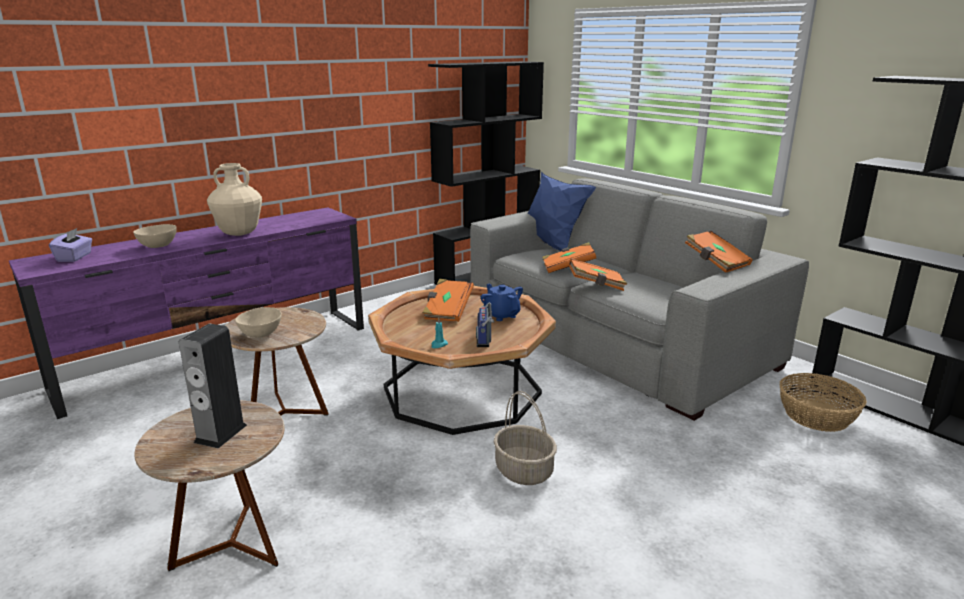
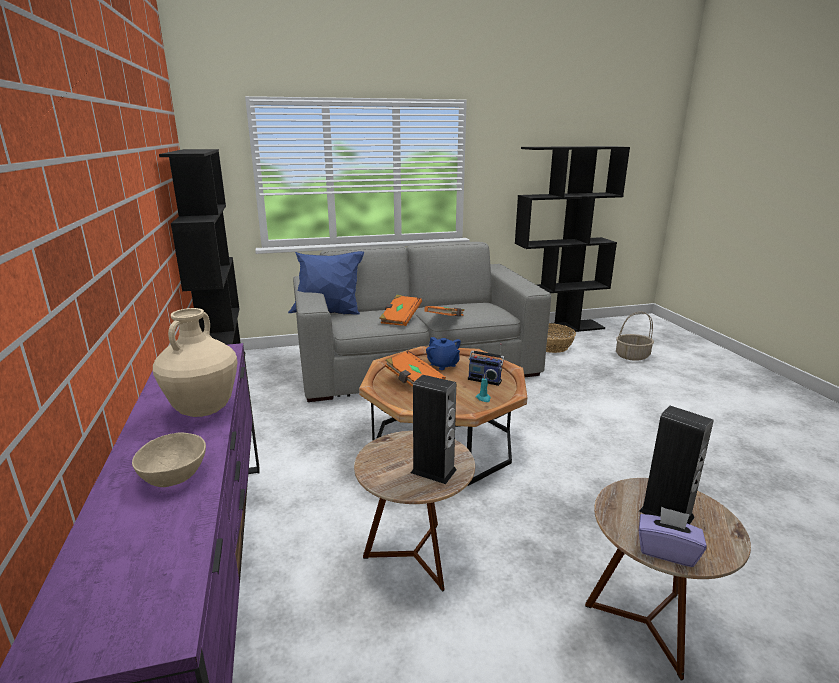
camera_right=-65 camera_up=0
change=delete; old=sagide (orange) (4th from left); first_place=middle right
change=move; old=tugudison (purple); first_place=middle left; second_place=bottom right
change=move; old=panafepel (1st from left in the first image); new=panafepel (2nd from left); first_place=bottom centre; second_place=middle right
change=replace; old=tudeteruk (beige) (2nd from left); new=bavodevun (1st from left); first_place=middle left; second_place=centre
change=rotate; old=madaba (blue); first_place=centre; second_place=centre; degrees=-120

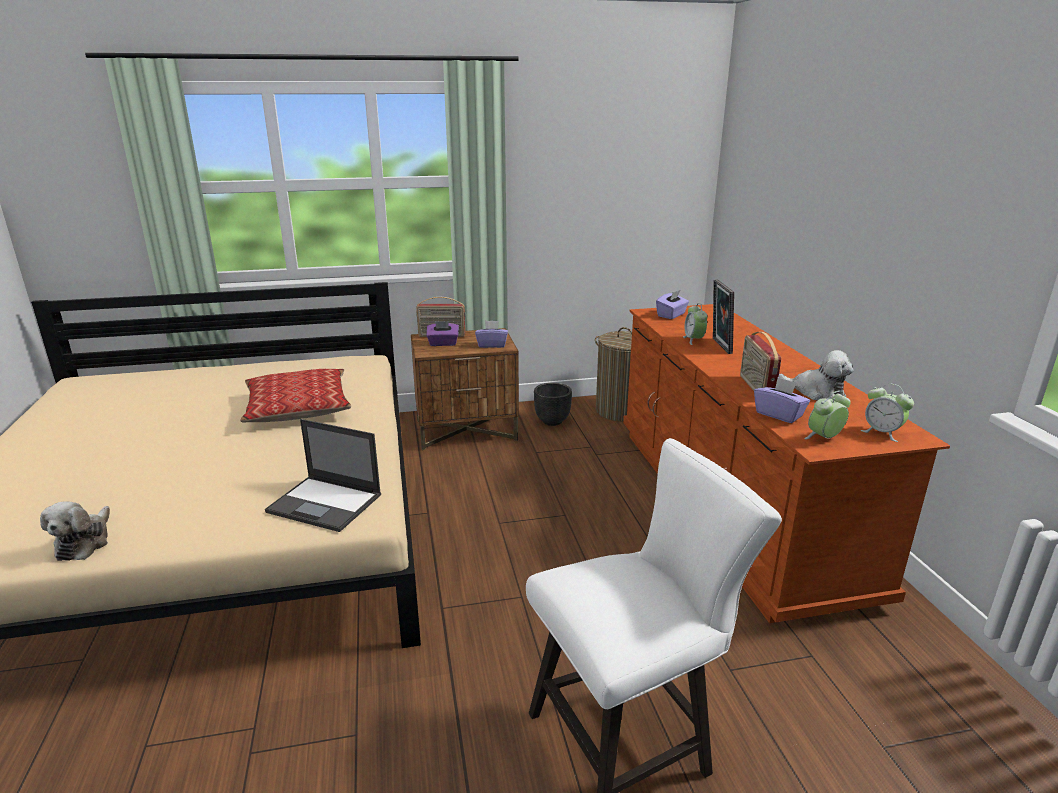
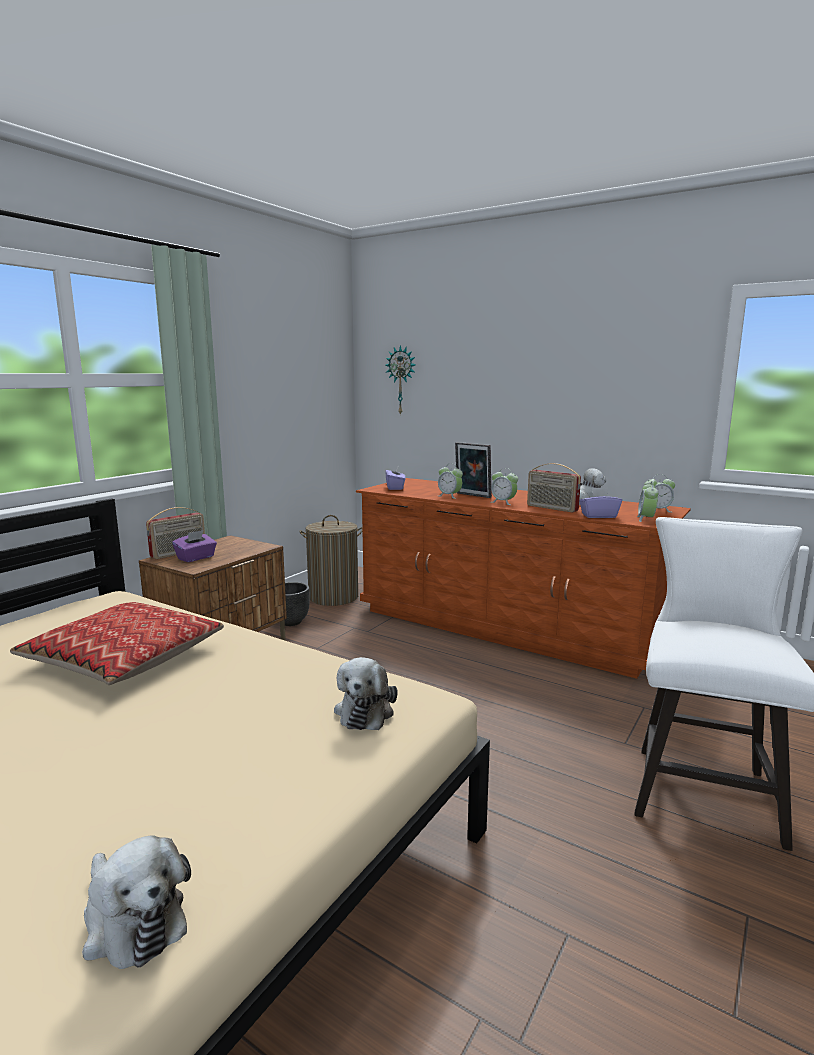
camera_right=-45 camera_up=-10
change=delete; old=tugudison (purple) (2nd from left); first_place=centre
change=insert; new=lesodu; second_place=centre
change=insert; new=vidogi (2nd from left); second_place=centre
change=replace; old=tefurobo; new=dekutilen (2nd from left); first_place=middle left; second_place=centre

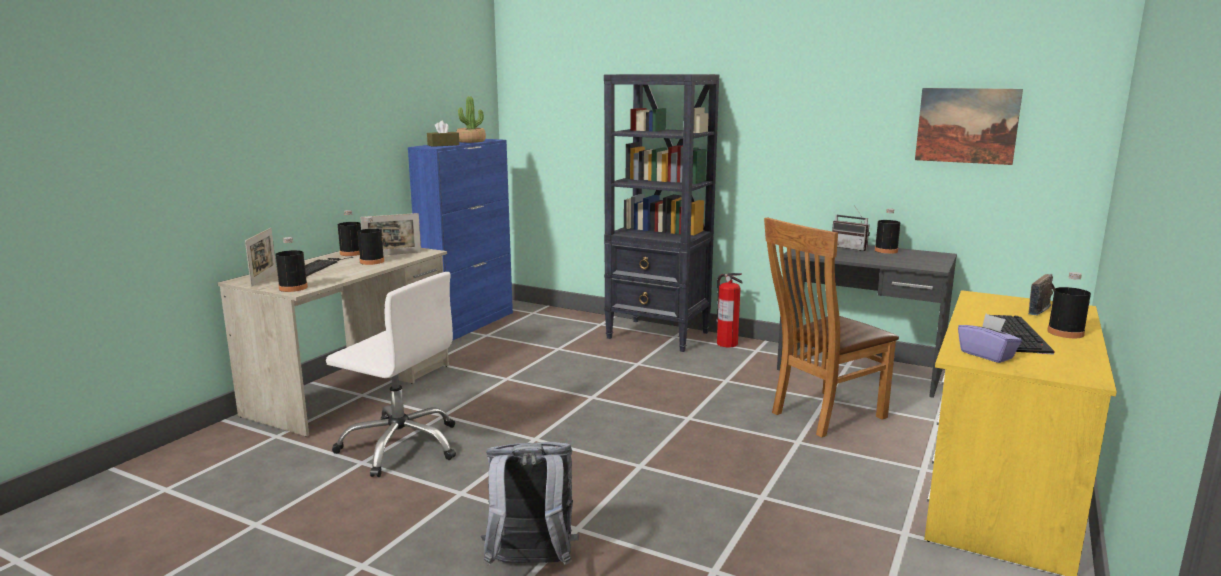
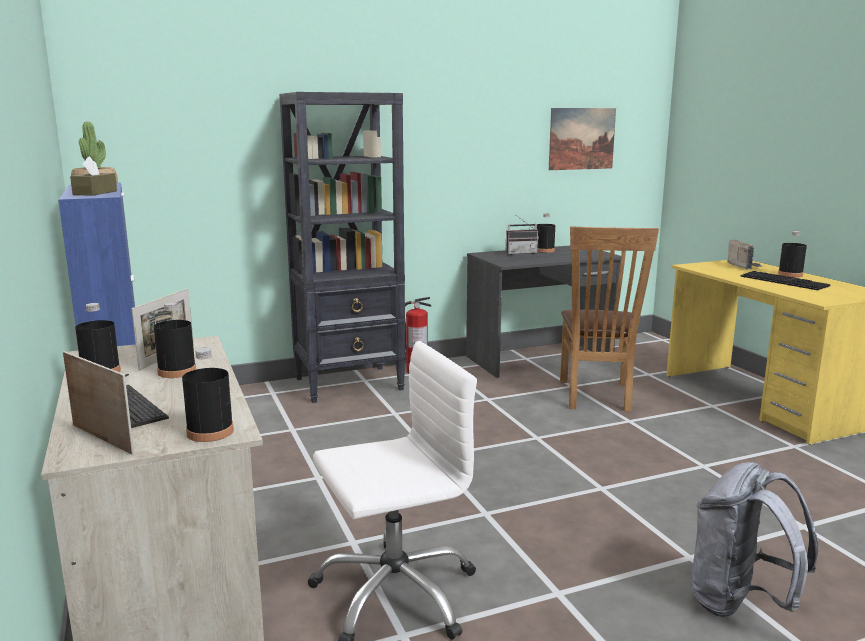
camera_right=-50 camera_up=0
change=delete; old=tugudison (purple); first_place=middle right

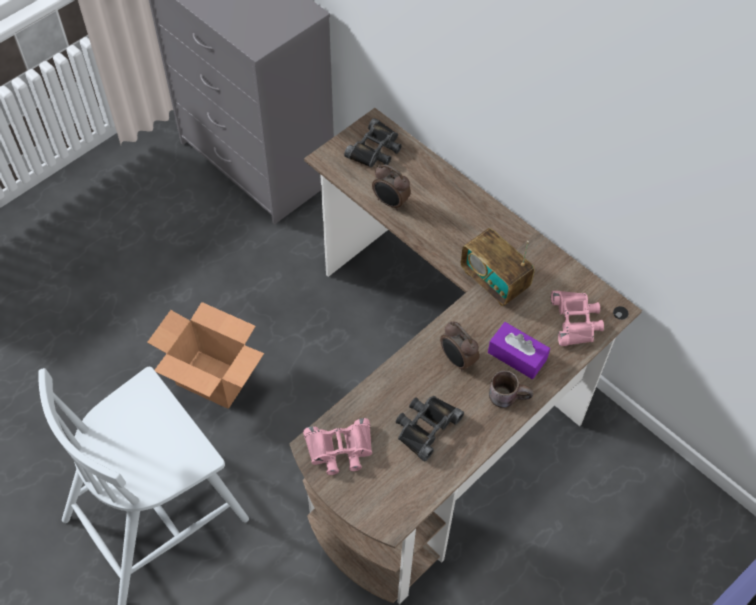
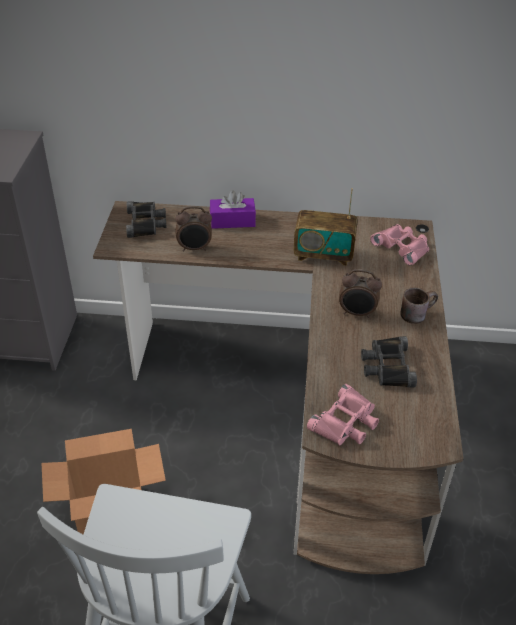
camera_right=-40 camera_up=-15
change=move; old=tugudison (purple); first_place=middle right; second_place=centre

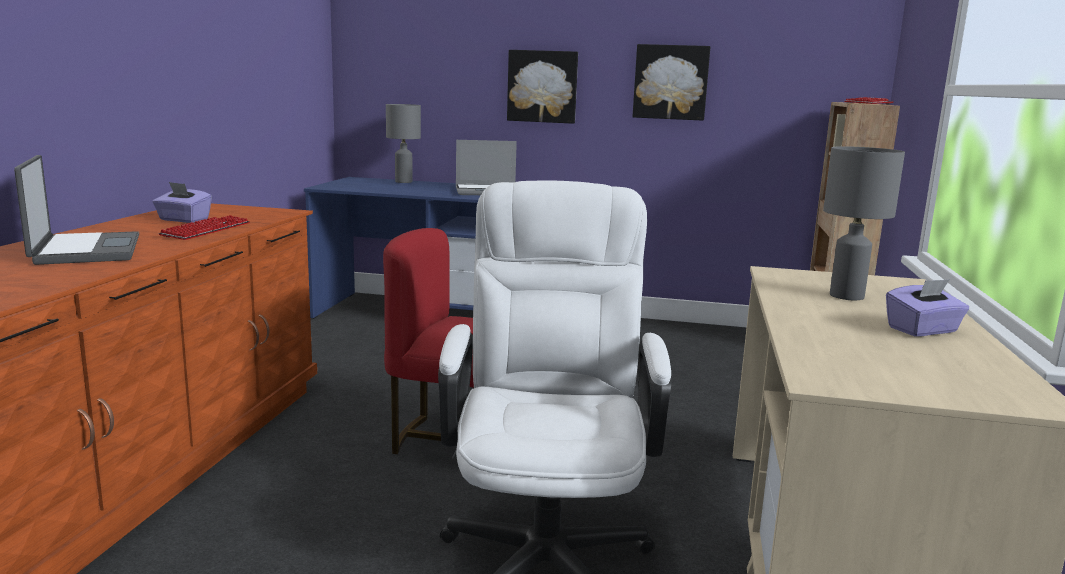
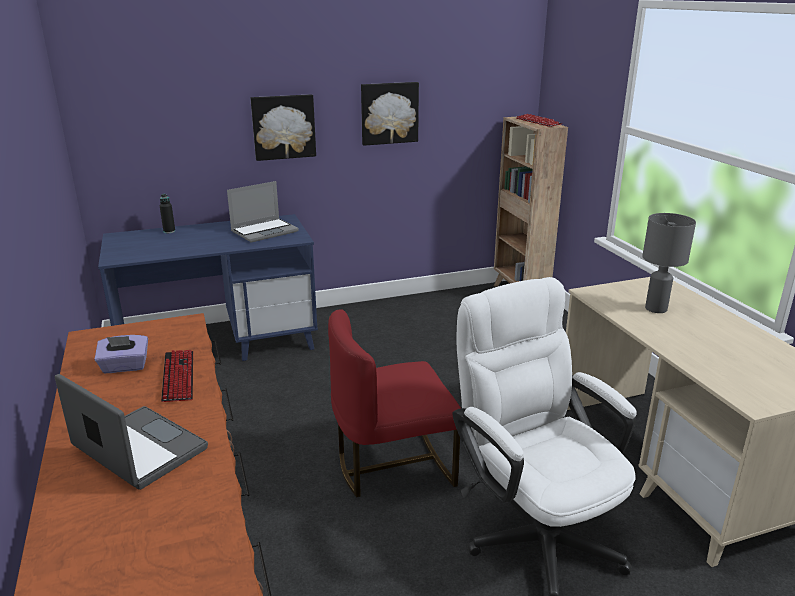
camera_right=-30 camera_up=10
change=delete; old=tugudison (purple) (2nd from left); first_place=middle right
change=replace; old=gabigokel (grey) (1st from left); new=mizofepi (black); first_place=top centre; second_place=middle left

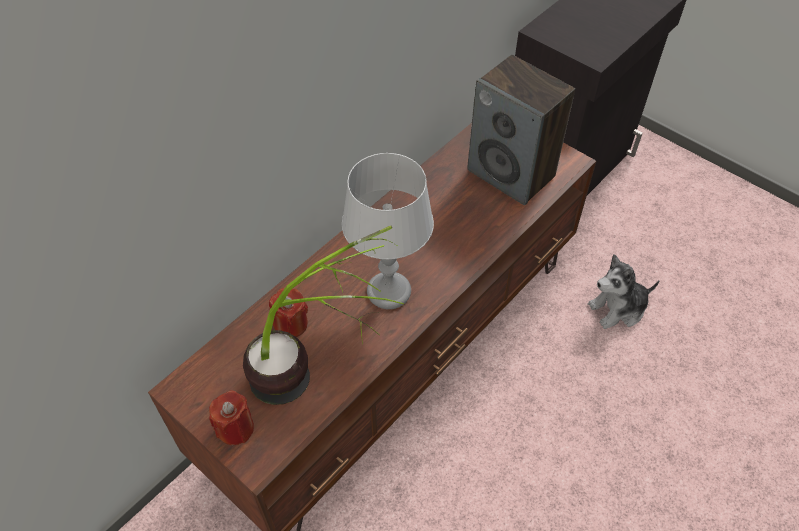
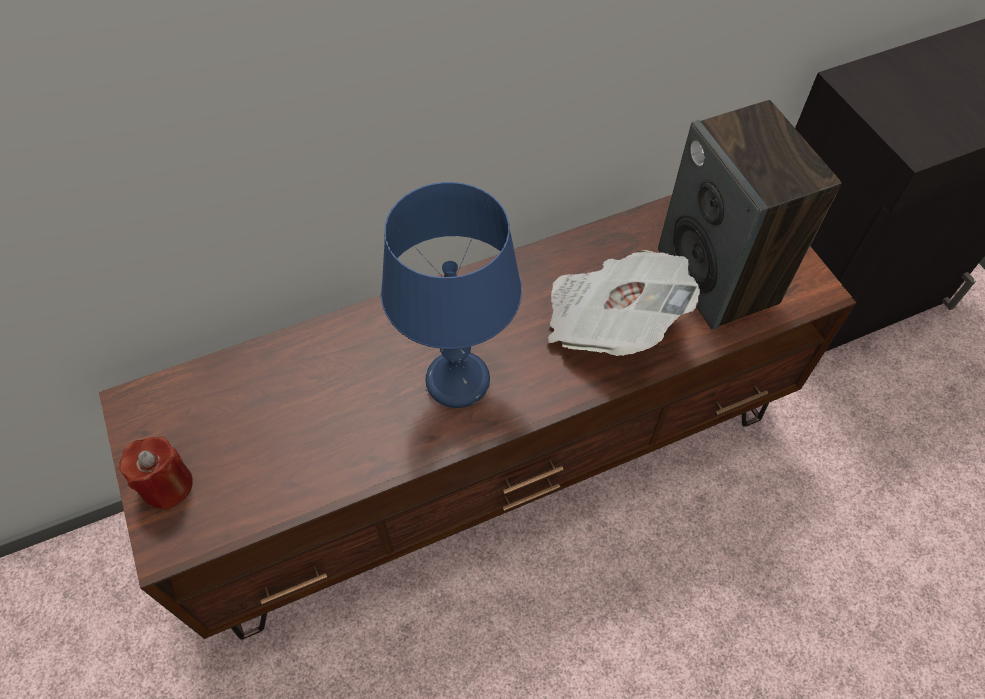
camera_right=25 camera_up=5
change=delete; old=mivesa; first_place=centre
change=delete; old=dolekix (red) (2nd from left); first_place=centre
change=delete; old=dekutilen; first_place=middle right
change=insert; new=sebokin; second_place=centre
change=recolor; old=gabigokel (grey); new=gabigokel (blue); first_place=centre; second_place=centre

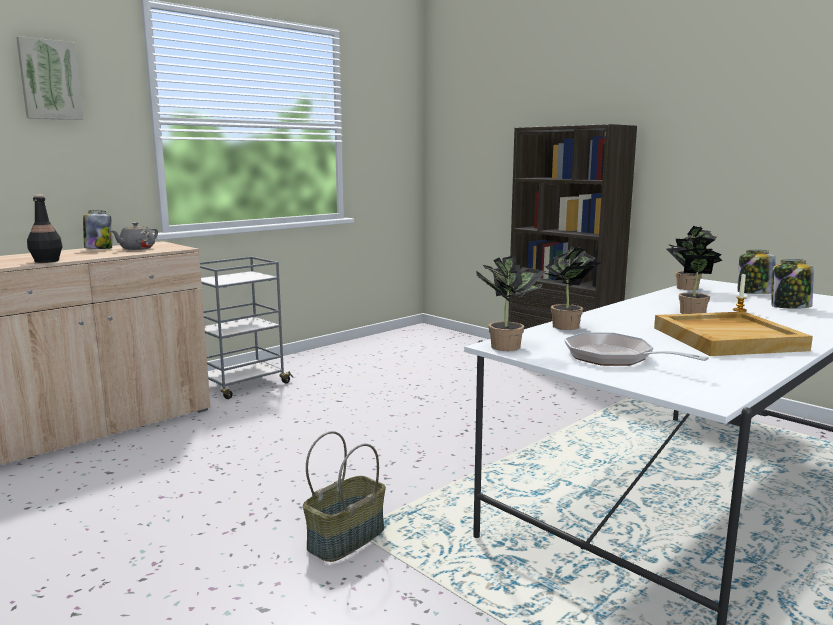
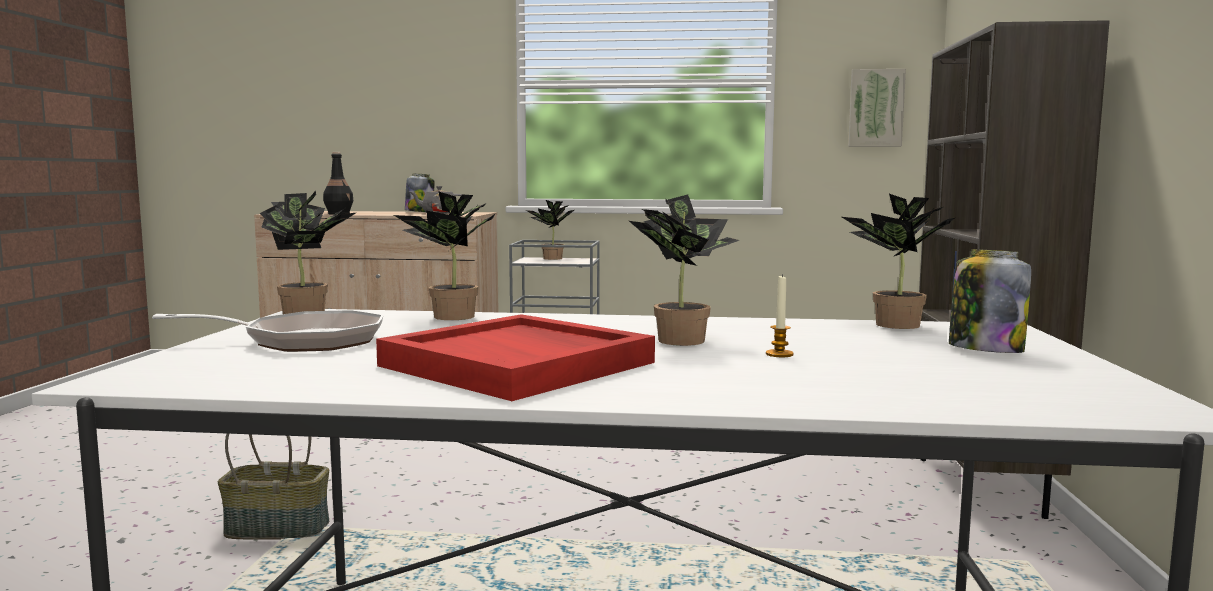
camera_right=50 camera_up=-5
change=delete; old=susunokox (3rd from left); first_place=middle right
change=insert; new=mivesa (3rd from left); second_place=centre
change=move; old=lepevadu; first_place=top left; second_place=top right
change=recolor; old=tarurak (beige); new=tarurak (red); first_place=middle right; second_place=centre
change=rotate; old=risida; first_place=middle right; second_place=middle left; degrees=75

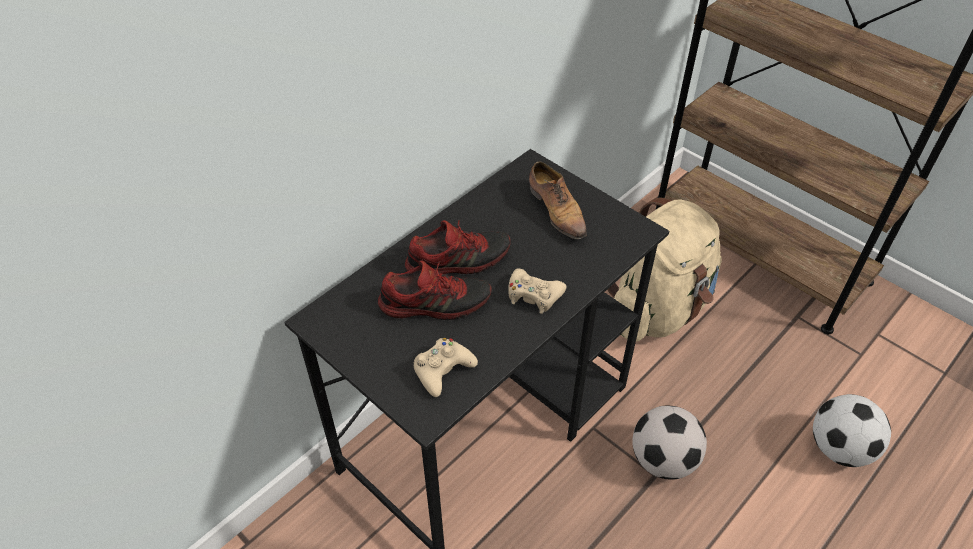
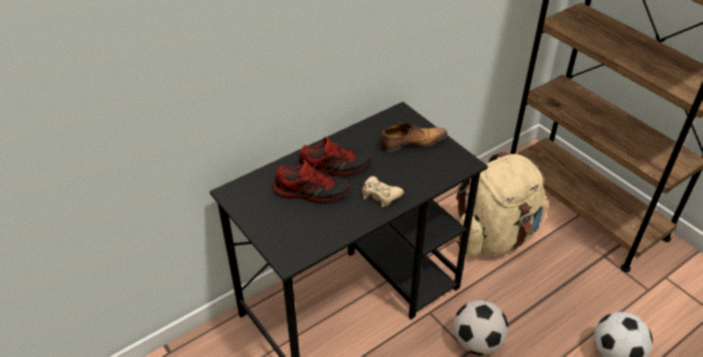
camera_right=10 camera_up=-5
change=delete; old=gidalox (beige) (1st from left); first_place=bottom centre
change=rotate; old=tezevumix (3rd from left); first_place=centre; second_place=centre; degrees=-90

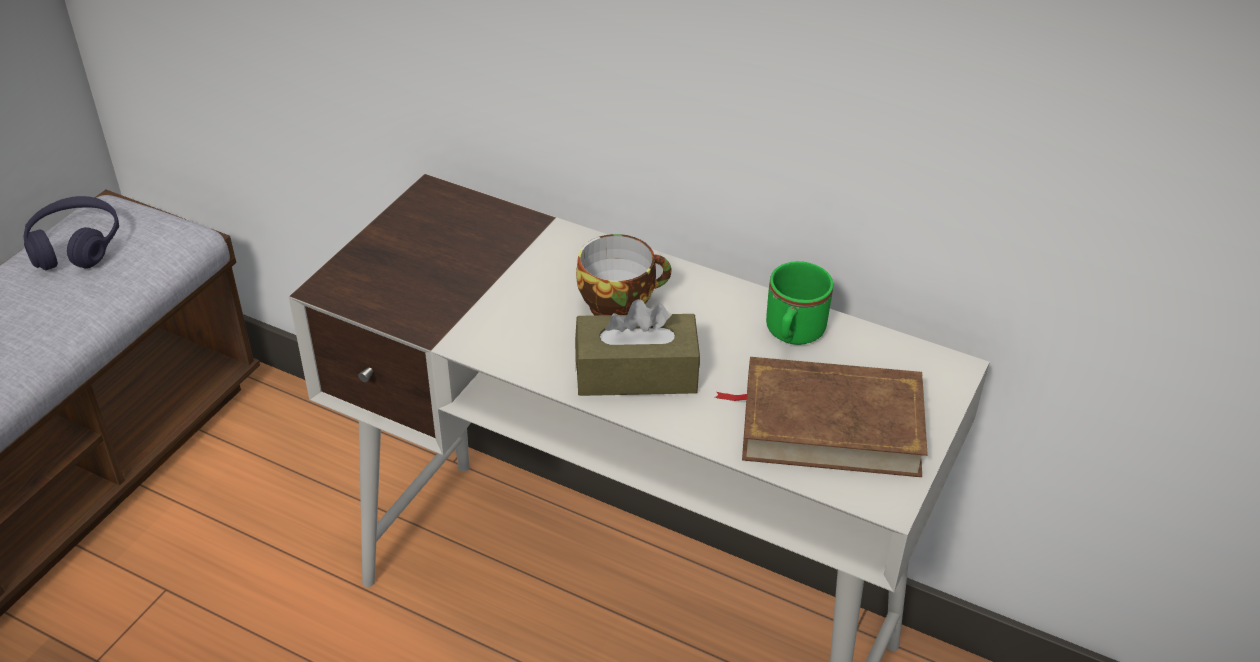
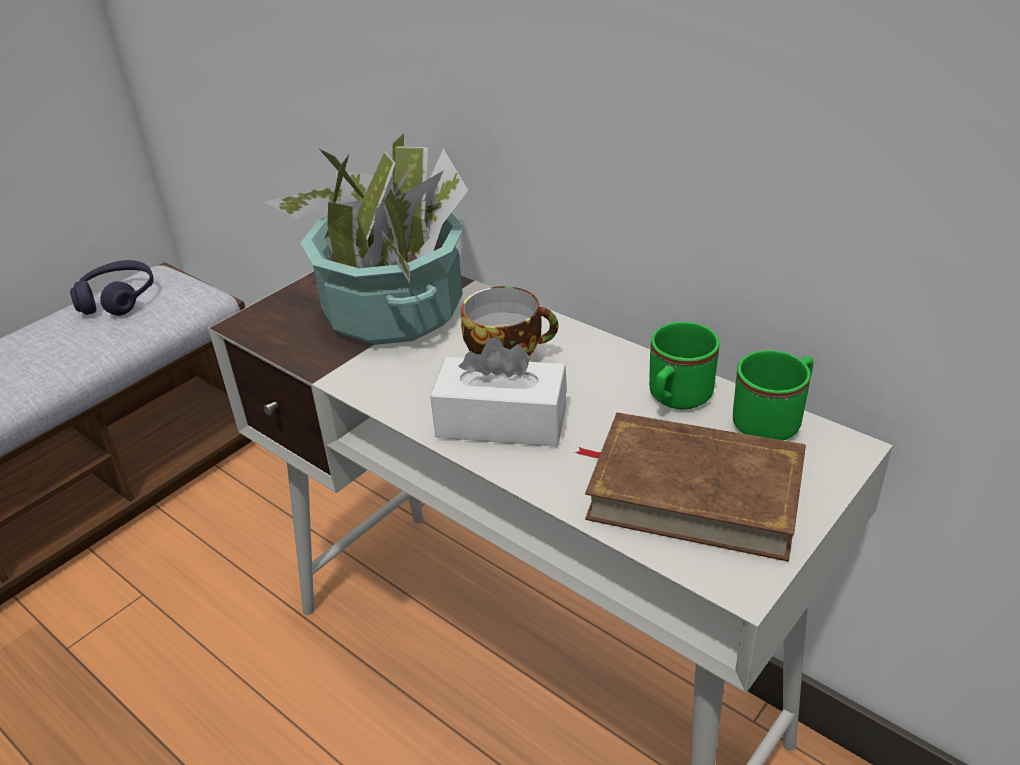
camera_right=15 camera_up=-5
change=insert; new=mivesa; second_place=top centre
change=insert; new=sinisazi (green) (2nd from left); second_place=middle right
change=recolor; old=tugudison (brown); new=tugudison (white); first_place=centre; second_place=centre

